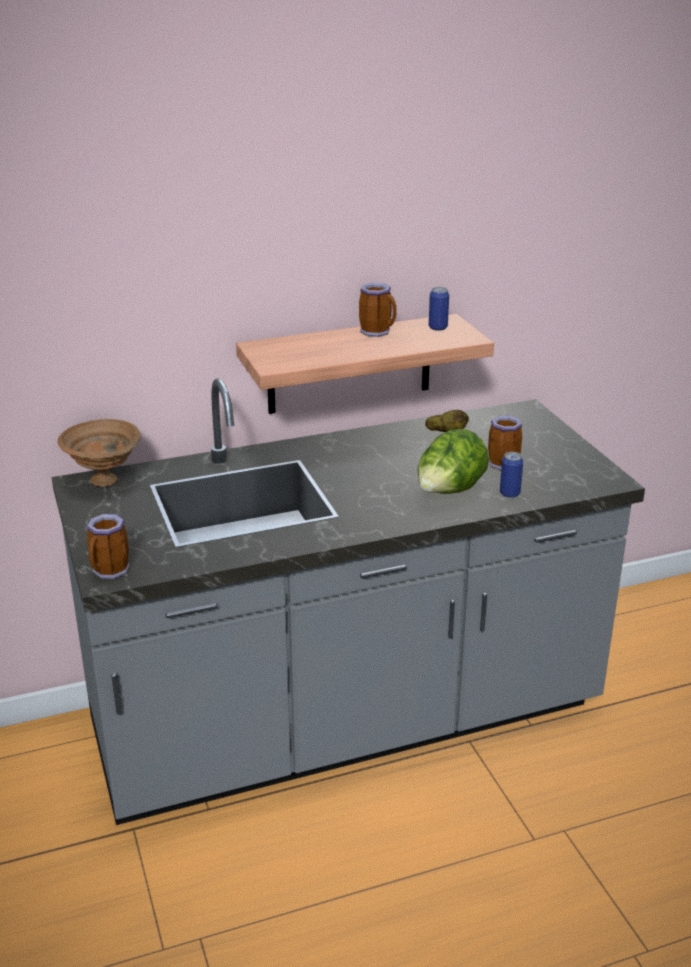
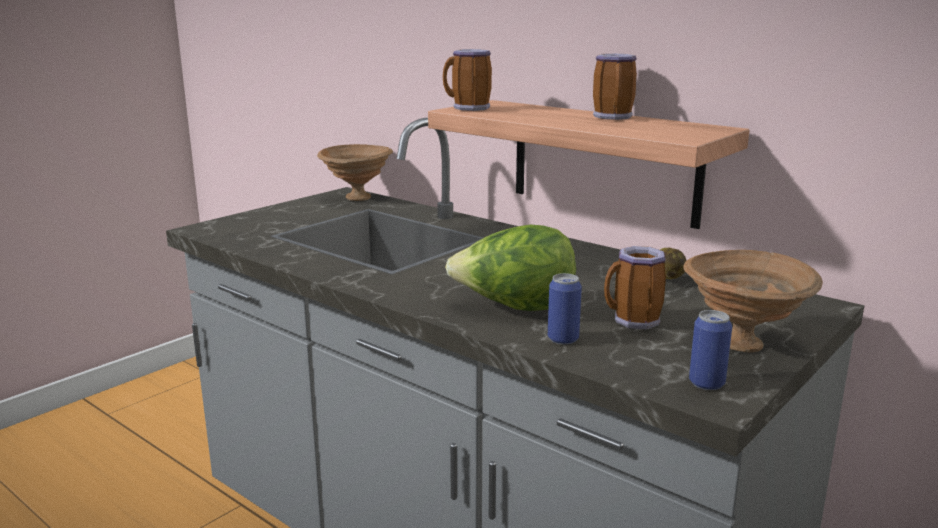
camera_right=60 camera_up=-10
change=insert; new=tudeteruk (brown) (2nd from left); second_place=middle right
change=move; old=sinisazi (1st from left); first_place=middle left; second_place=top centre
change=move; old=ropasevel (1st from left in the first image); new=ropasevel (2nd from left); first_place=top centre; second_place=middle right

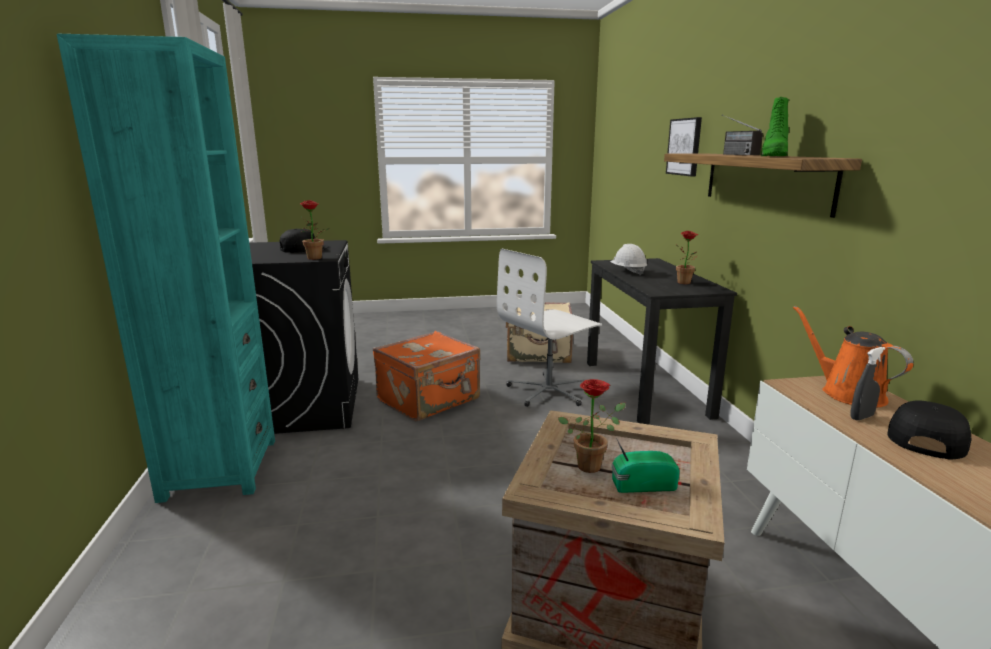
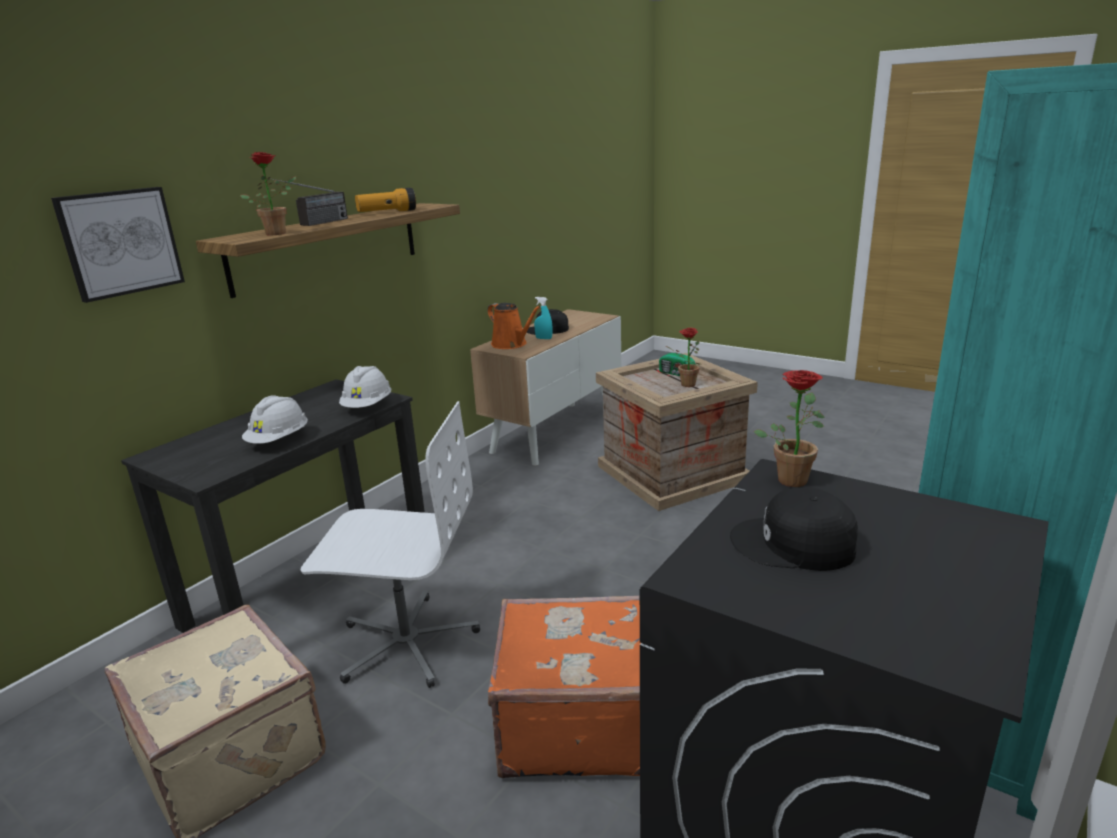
camera_right=-135 camera_up=5
change=insert; new=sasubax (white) (2nd from left); second_place=middle left
change=move; old=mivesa (3rd from left in the first image); new=mivesa (1st from left); first_place=middle right; second_place=top left
change=replace; old=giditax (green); new=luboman; first_place=top right; second_place=top centre
change=recolor; old=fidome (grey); new=fidome (turquoise); first_place=middle right; second_place=centre
change=rotate; old=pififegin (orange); first_place=middle right; second_place=centre; degrees=-60

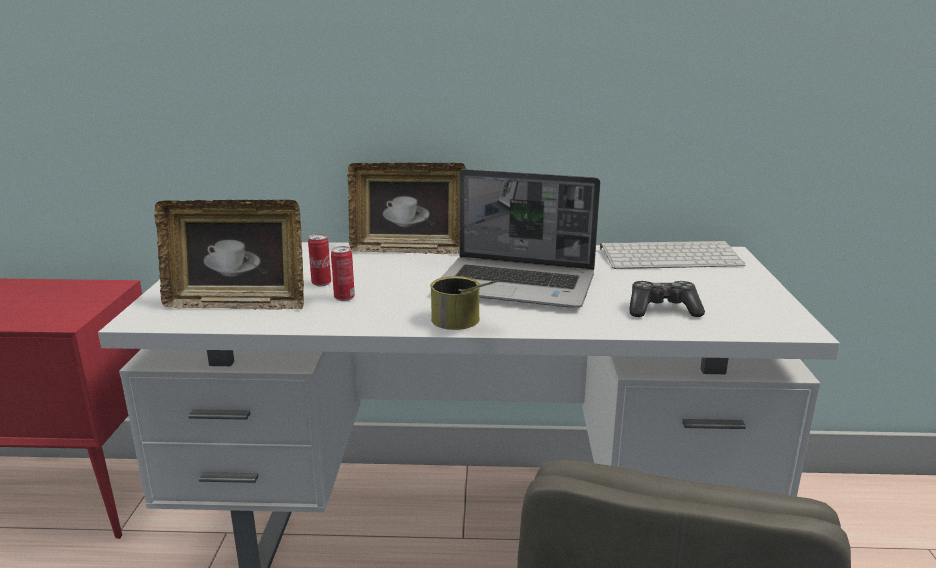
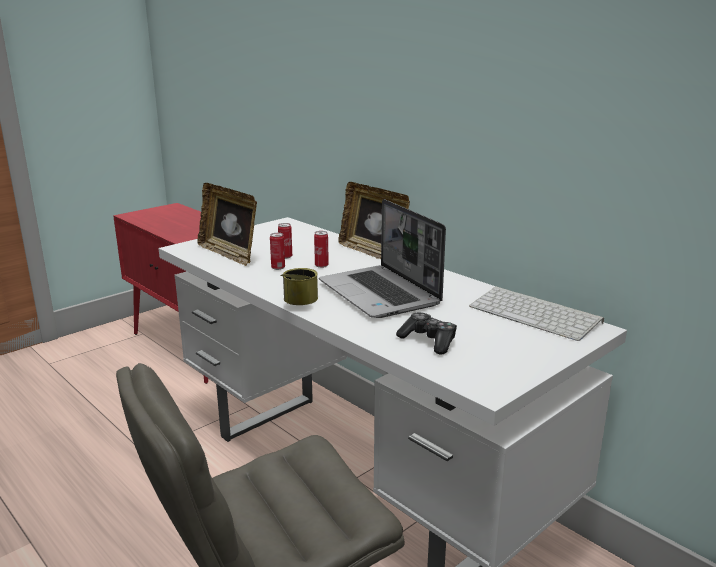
camera_right=45 camera_up=0
change=insert; new=ropasevel (4th from left); second_place=centre

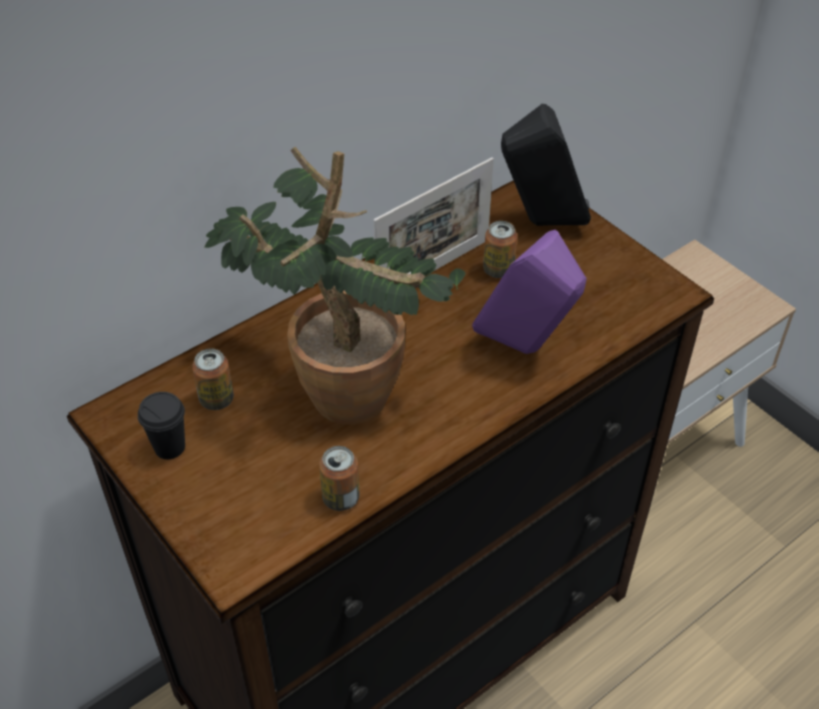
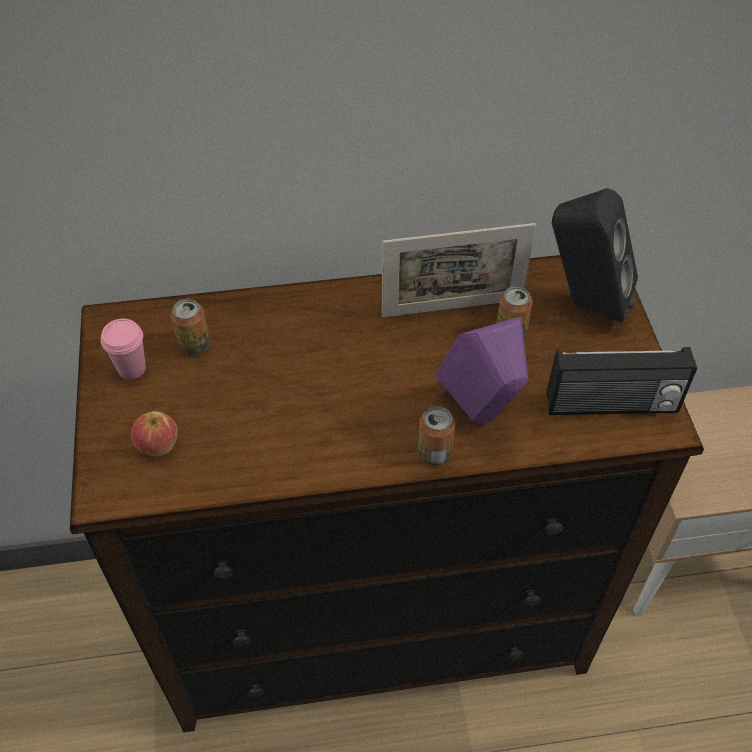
camera_right=30 camera_up=5
change=delete; old=mivesa; first_place=centre
change=insert; new=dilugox; second_place=middle left
change=insert; new=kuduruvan; second_place=middle right
change=move; old=ropasevel (2nd from left); first_place=bottom centre; second_place=centre
change=recolor; old=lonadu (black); new=lonadu (pink); first_place=middle left; second_place=middle left

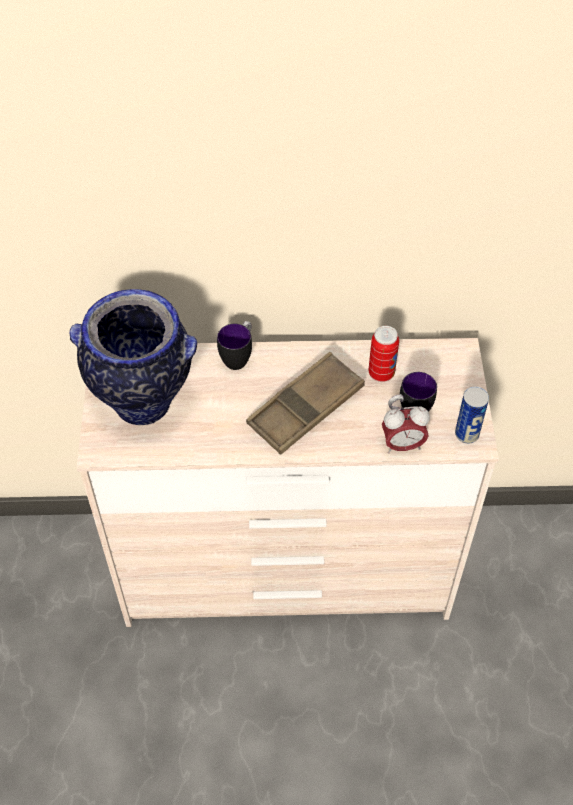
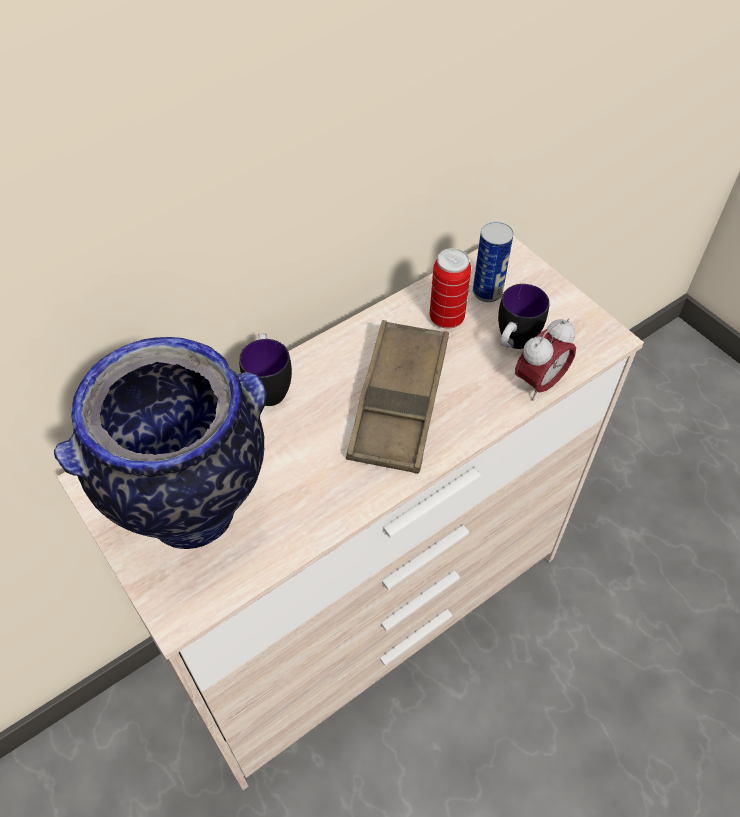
camera_right=-35 camera_up=0
change=move; old=ropasevel (2nd from left); first_place=middle right; second_place=top centre

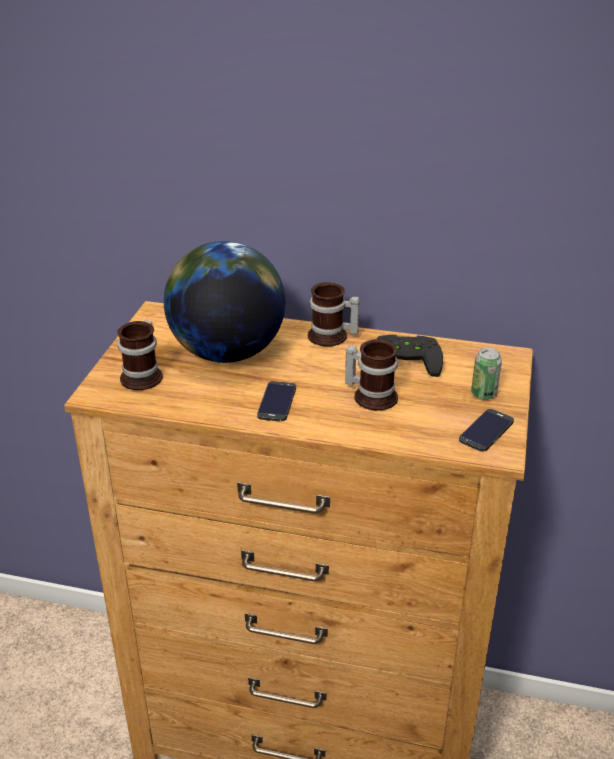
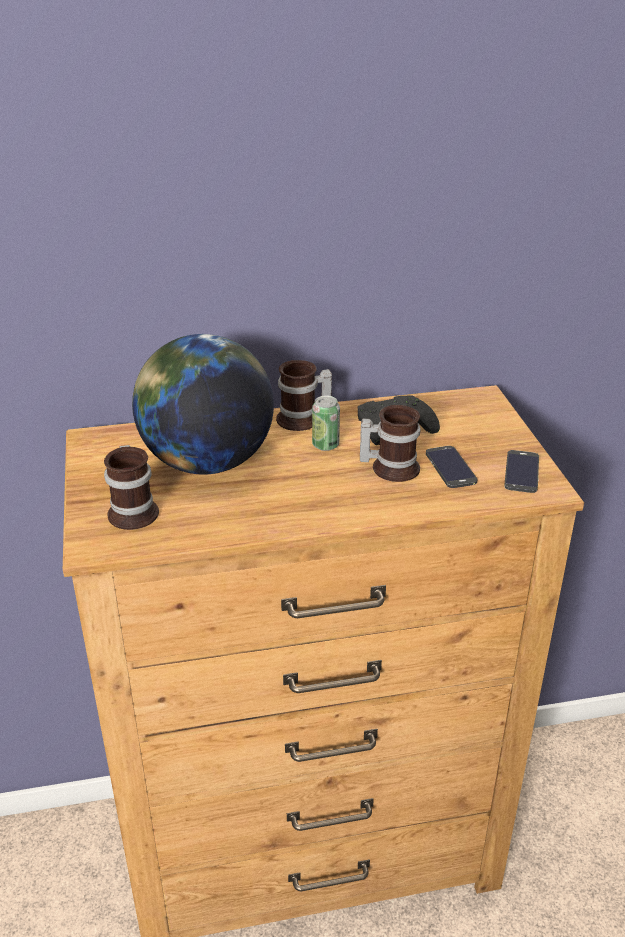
camera_right=-25 camera_up=0
change=move; old=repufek (1st from left); first_place=centre; second_place=middle right
change=move; old=ropasevel; first_place=middle right; second_place=centre

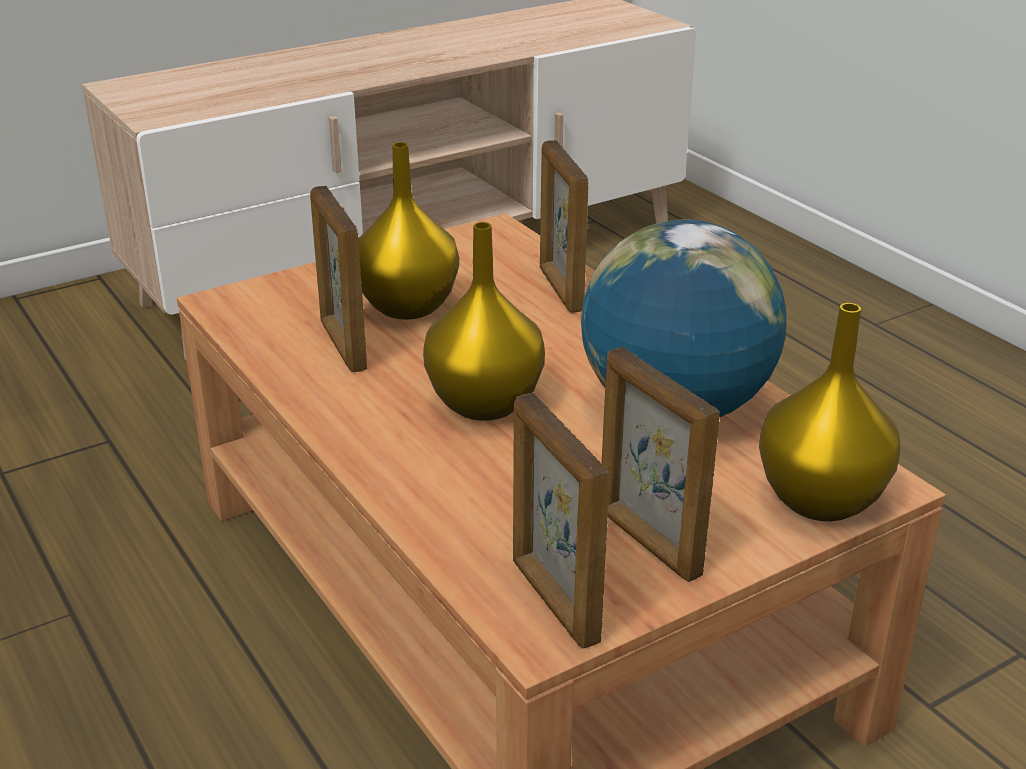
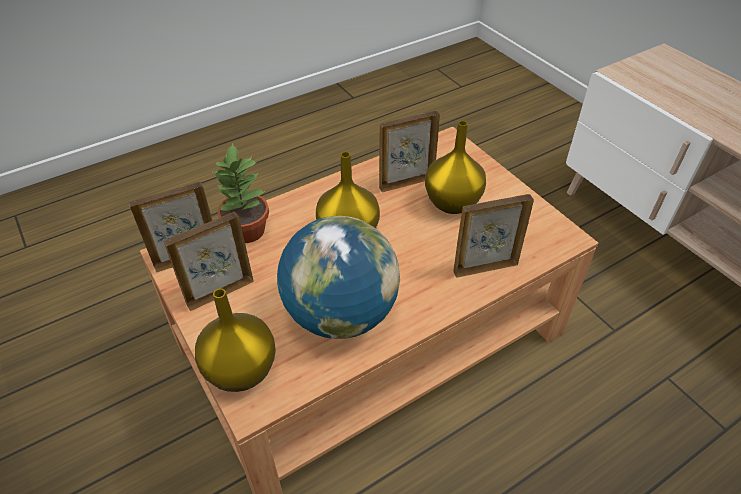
camera_right=90 camera_up=15
change=insert; new=mivesa; second_place=middle left

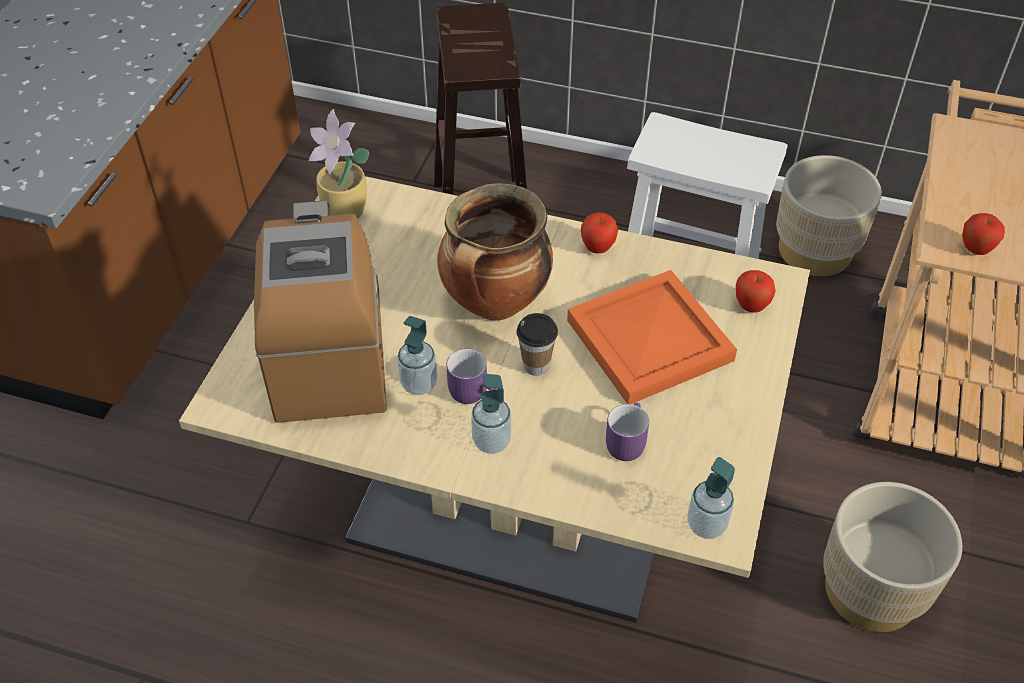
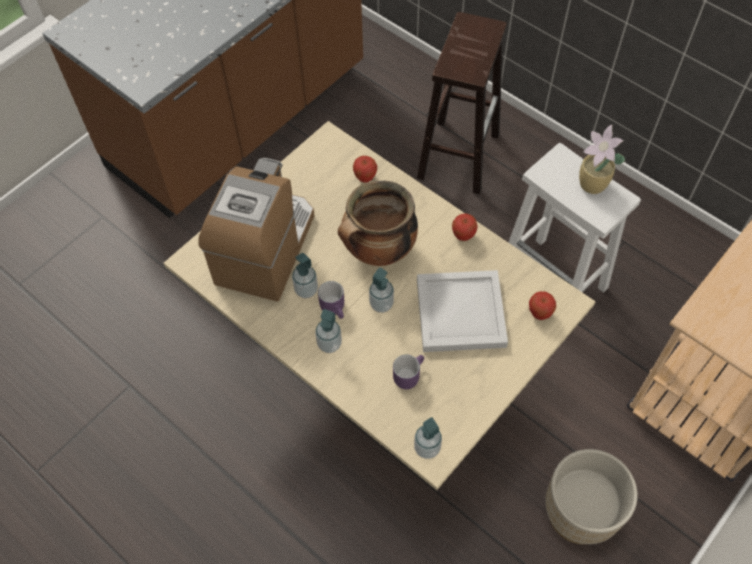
camera_right=25 camera_up=10
change=delete; old=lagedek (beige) (1st from left); first_place=top right
change=move; old=mivesa; first_place=top left; second_place=top right
change=move; old=dilugox (3rd from left in the first image); new=dilugox (1st from left); first_place=middle right; second_place=top centre
change=replace; old=lonadu; new=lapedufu (3rd from left); first_place=centre; second_place=centre
change=recolor; old=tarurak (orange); new=tarurak (white); first_place=centre; second_place=centre

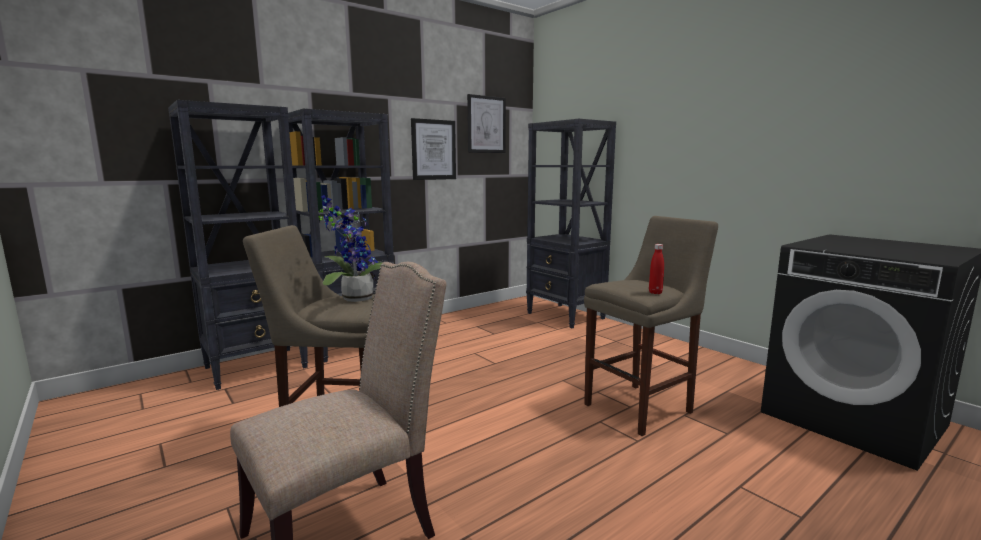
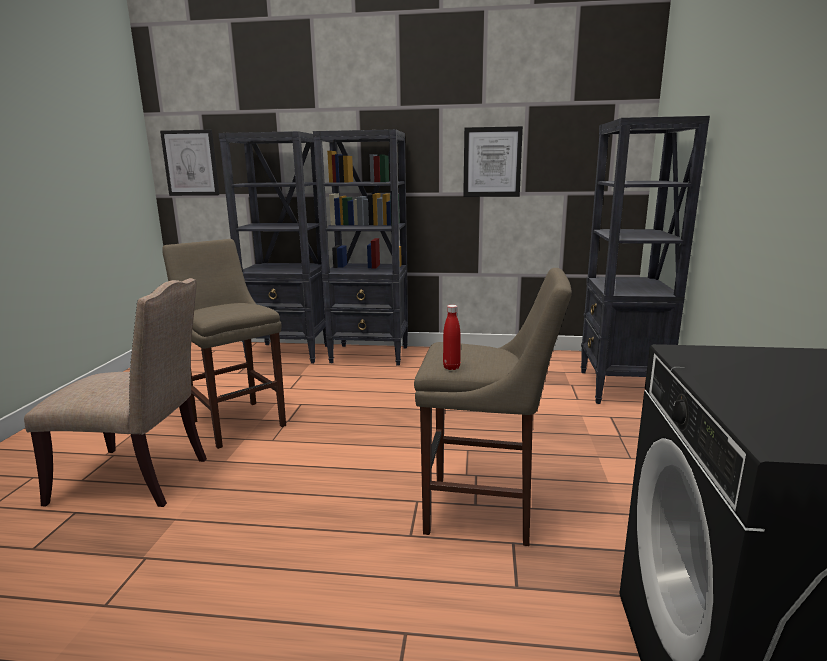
camera_right=45 camera_up=5
change=delete; old=mivesa; first_place=centre
change=move; old=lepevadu (2nd from left in the first image); new=lepevadu (1st from left); first_place=top centre; second_place=top left

